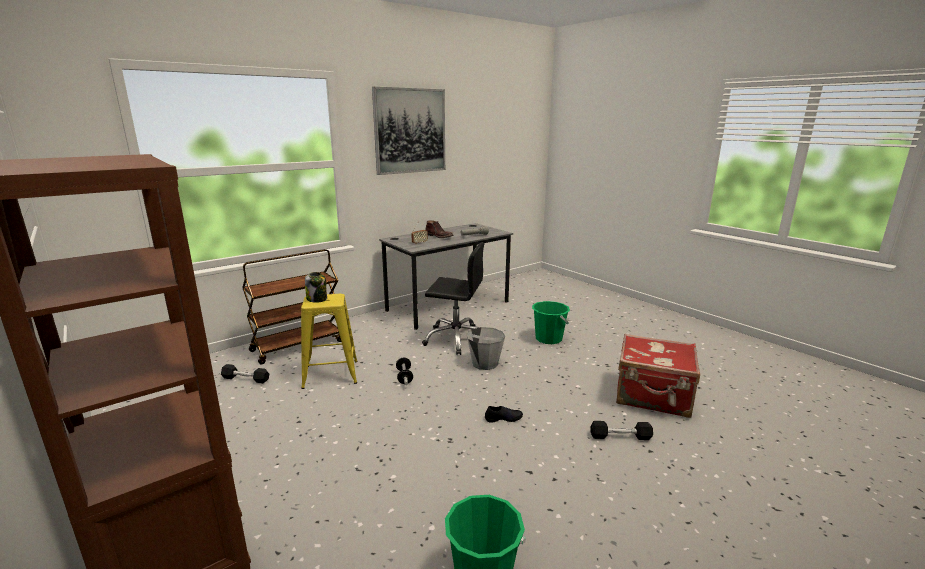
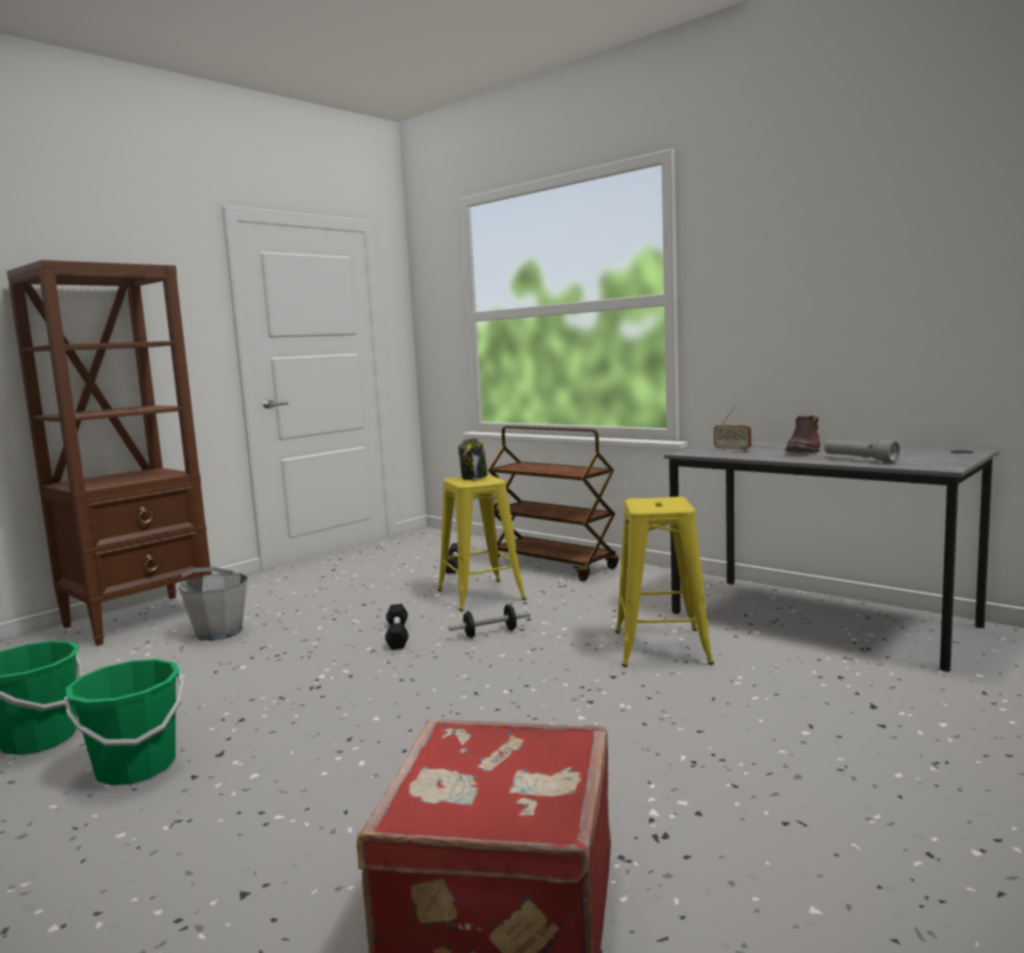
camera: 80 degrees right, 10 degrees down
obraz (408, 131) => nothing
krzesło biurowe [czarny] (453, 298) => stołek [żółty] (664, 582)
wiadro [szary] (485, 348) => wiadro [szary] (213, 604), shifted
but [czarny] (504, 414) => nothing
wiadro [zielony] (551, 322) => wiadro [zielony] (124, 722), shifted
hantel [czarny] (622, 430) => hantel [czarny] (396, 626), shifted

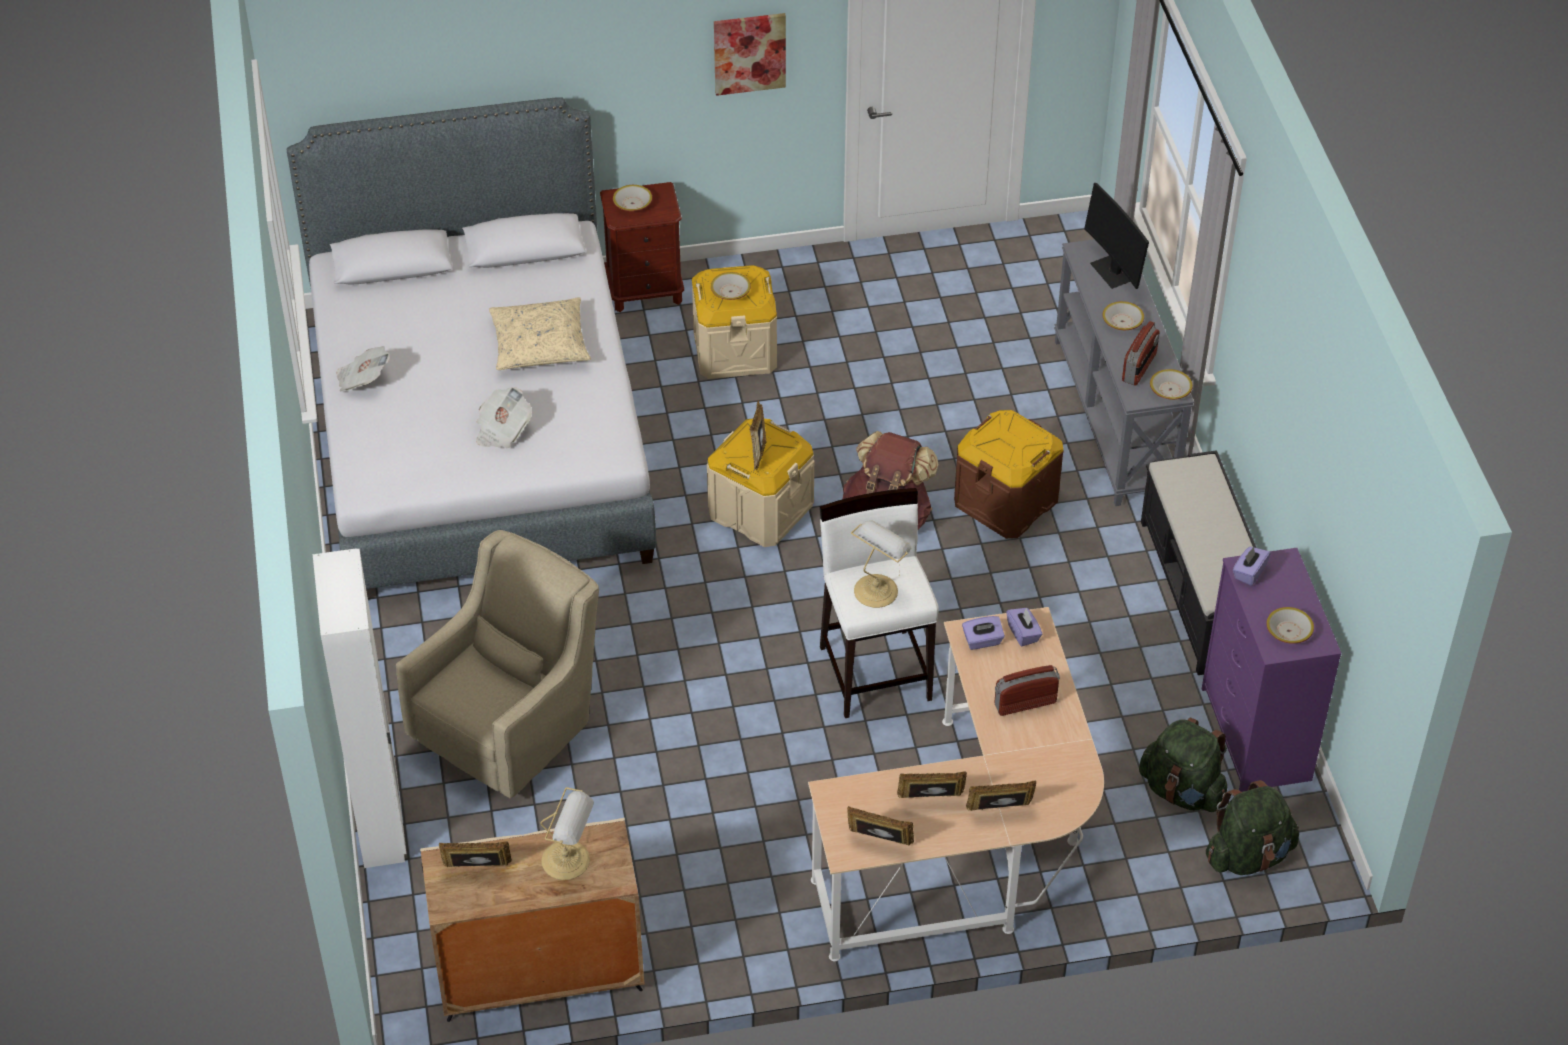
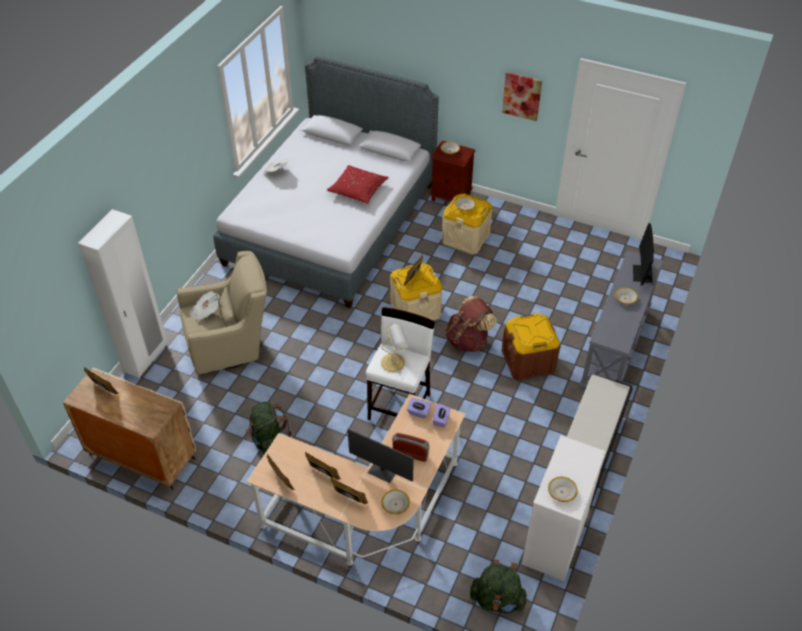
camera: 35 degrees right, 0 degrees up
gazeta (504, 417) => gazeta (204, 306), shifted
poduszka [beżowy] (540, 333) => poduszka [czerwony] (358, 184)
lampa stołowa (567, 833) => nothing
radio (1141, 353) => nothing
plecak [zielony] (1183, 764) => plecak [zielony] (268, 428), shifted
miska (1171, 384) => miska (395, 501), shifted
komoda [fioletowy] (1272, 670) => komoda [biały] (564, 508)
pudełko chusteczek [fioletowy] (1252, 566) => nothing
nothing => monitor (381, 456)

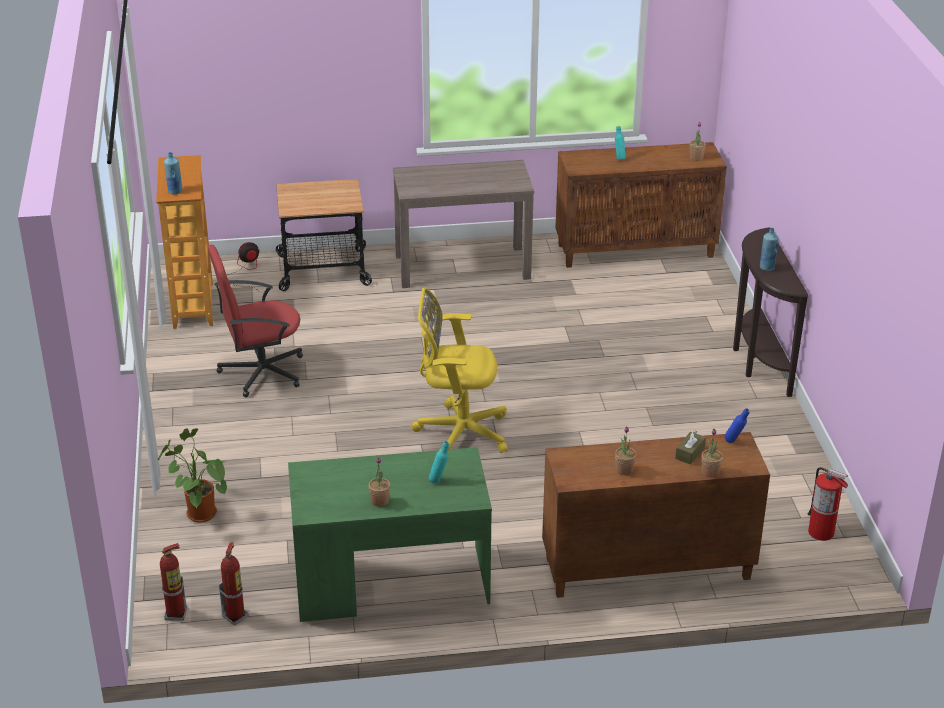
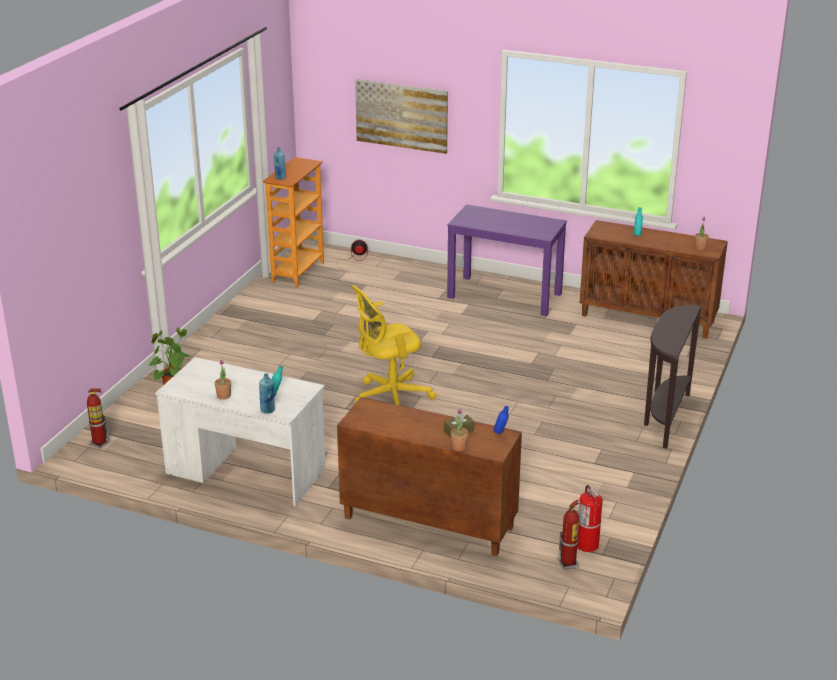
camera: 30 degrees right, 5 degrees down
krzesło biurowe [czerwony] (255, 321) => nothing
gaśnica (234, 583) => gaśnica (568, 535), shifted
wózek (324, 235) => nothing
biurko [zielony] (390, 534) => biurko [biały] (240, 431)
stolik konsolowy [brązowy] (463, 224) => stolik konsolowy [fioletowy] (507, 260)
krzesło biurowe [żółty] (460, 370) => krzesło biurowe [żółty] (394, 345), 60 degrees counterclockwise
roślina doniczkowa (625, 450) => nothing
butelka [niebieski] (769, 249) => butelka [niebieski] (267, 393), shifted
nothing => obraz (401, 116)

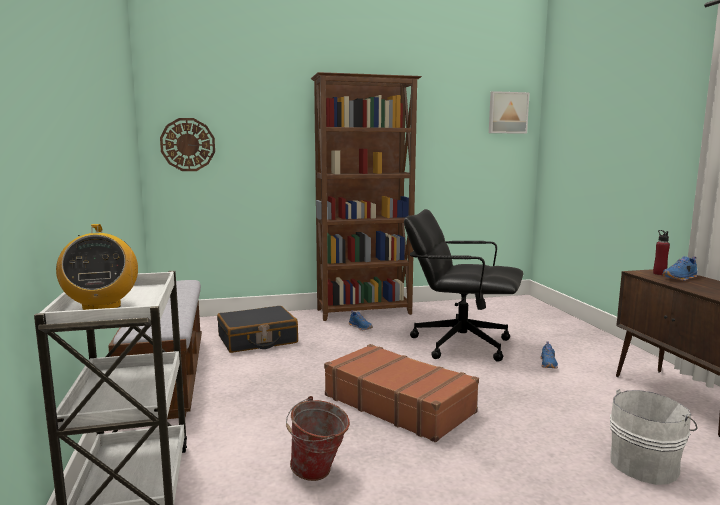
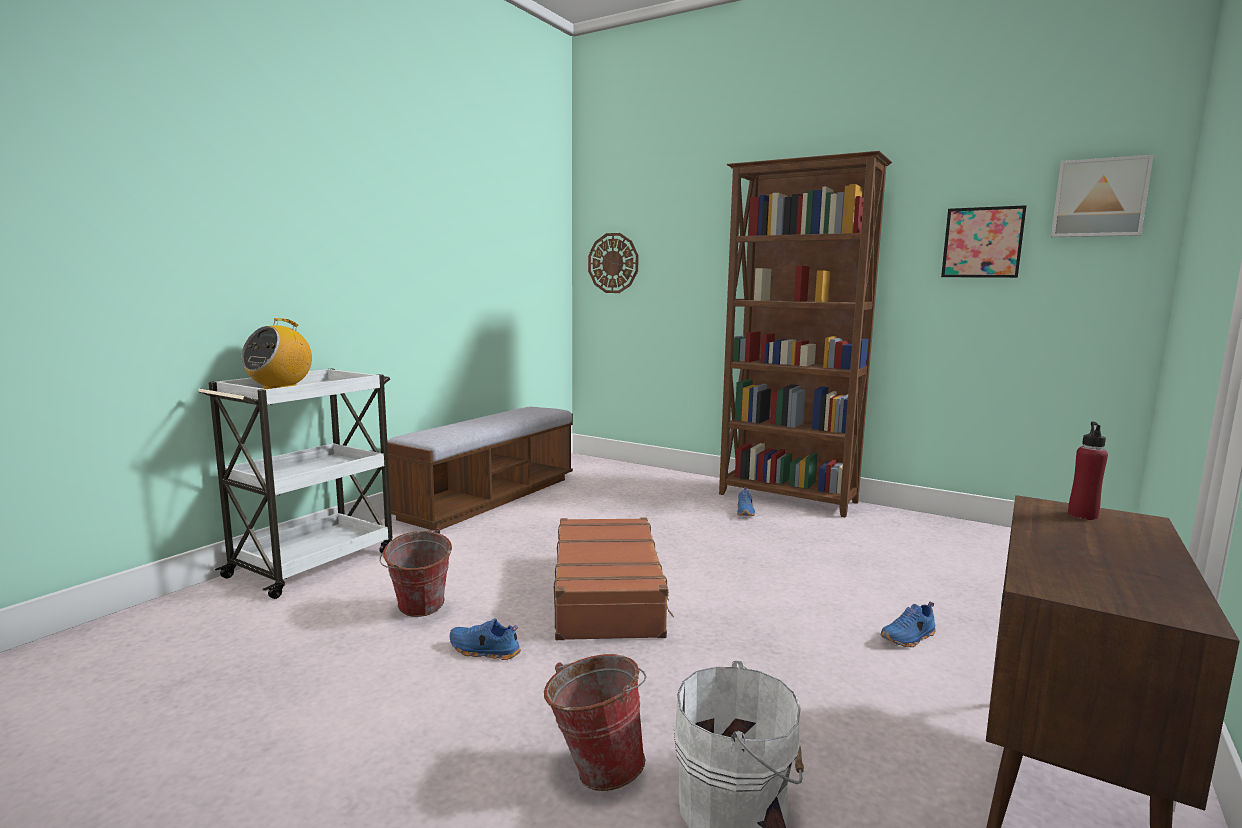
camera: 45 degrees right, 0 degrees up
walizka [czarny] (257, 329) => nothing
krzesło biurowe [czarny] (464, 285) => nothing
but [niebieski] (680, 268) => but [niebieski] (485, 639), shifted
nothing => wiadro (595, 722)
nothing => obraz (984, 241)

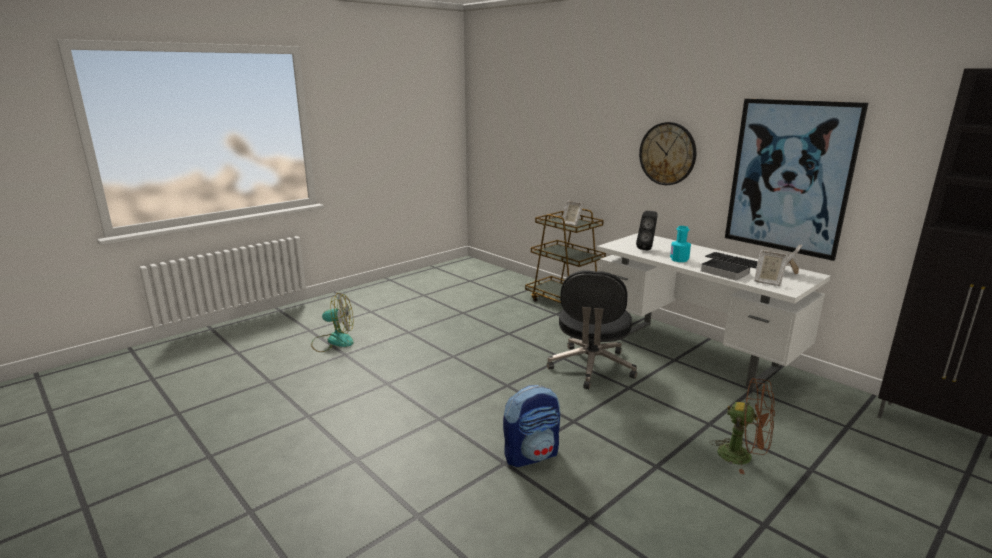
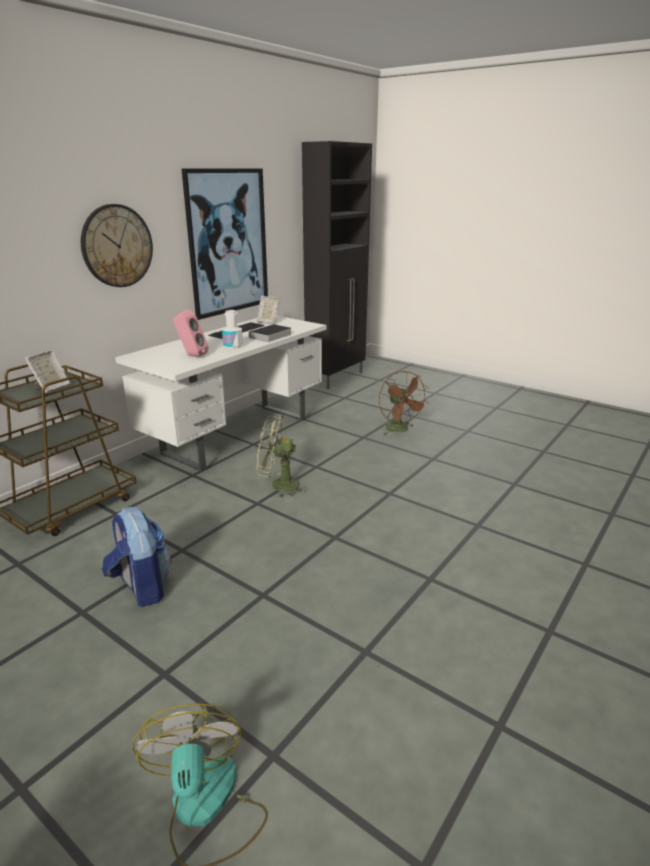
camera: 100 degrees left, 5 degrees up
plecak (531, 426) => plecak (136, 557), shifted
krzesło biurowe [czarny] (592, 329) => wentylator [zielony] (282, 456)
głośnik [czarny] (647, 231) => głośnik [różowy] (191, 333)
butelka [turkusowy] (680, 244) => butelka [biały] (232, 329)
wentylator [brązowy] (742, 426) => wentylator [brązowy] (404, 403), 135 degrees clockwise
ramka na zdjęcie (771, 268) => nothing

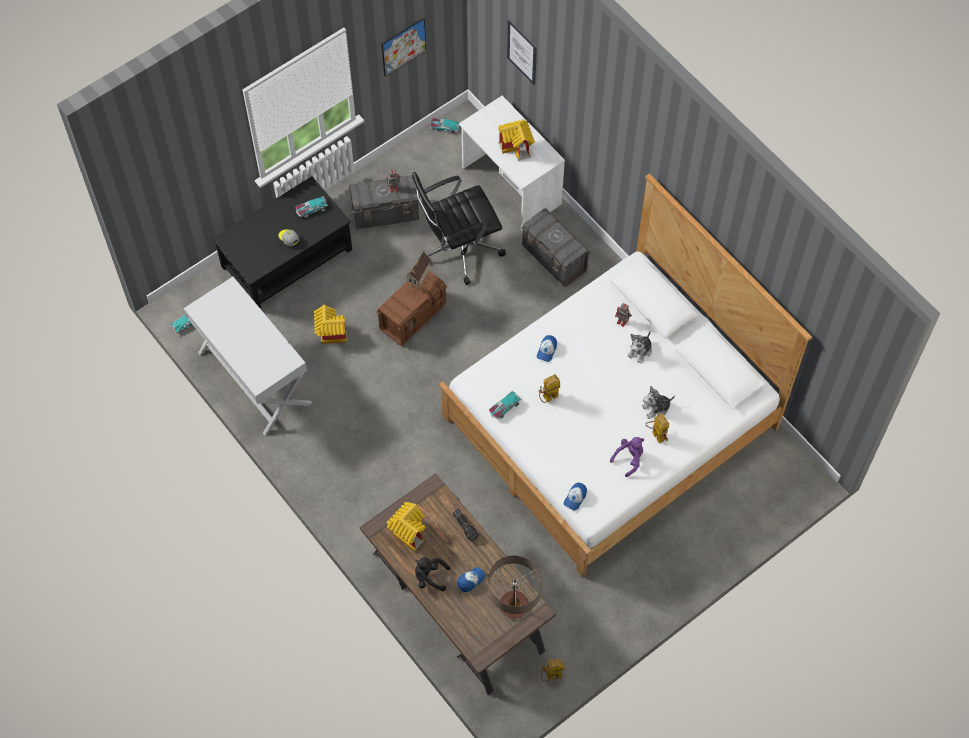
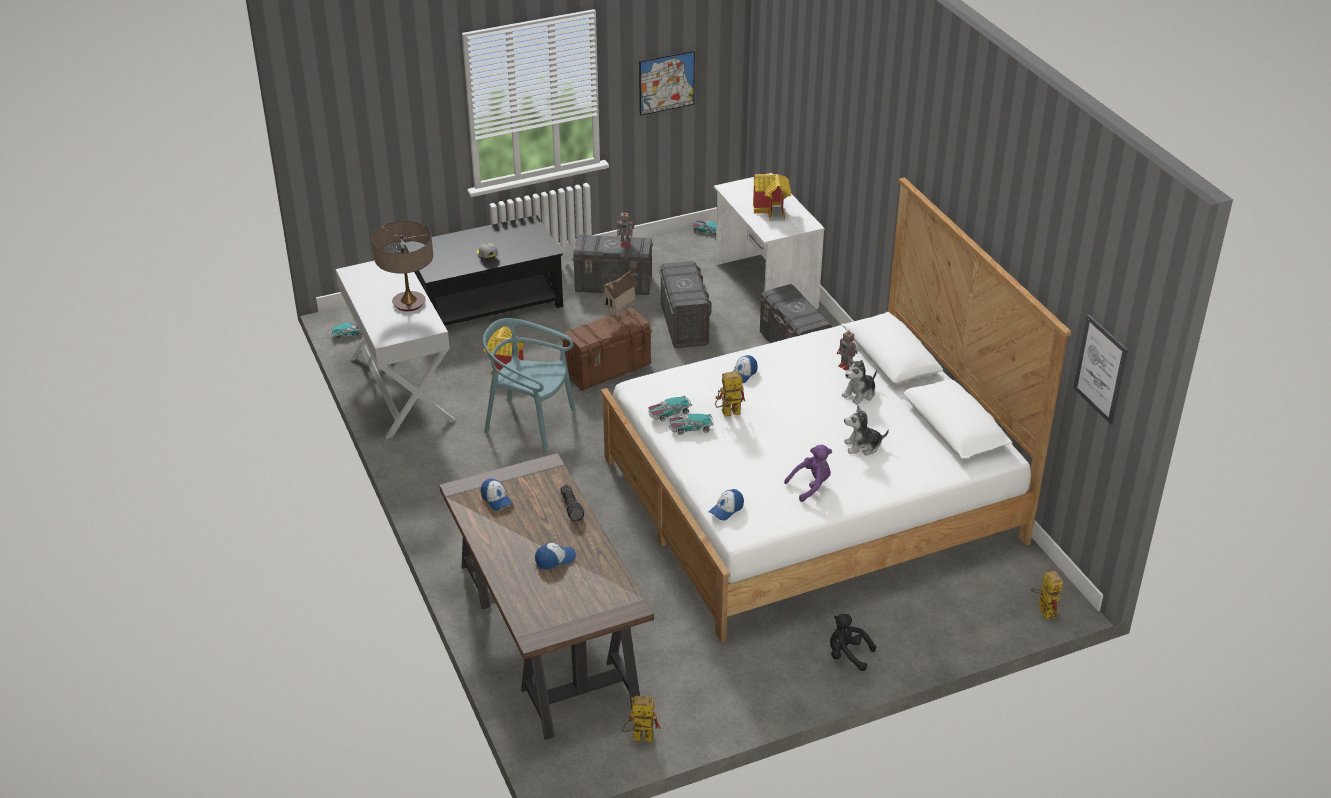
camera: 15 degrees right, 25 degrees down
samochodzik (312, 207) => samochodzik (691, 424), shifted
domek (406, 526) => czapka z daszkiem (497, 494)
krzesło biurowe [czarny] (459, 228) => pojemnik do przechowywania [szary] (685, 304)
pluszak [czarny] (432, 574) => pluszak [czarny] (853, 642), shifted
lampa stołowa (515, 587) => lampa stołowa (402, 266), shifted
obraz (522, 52) => obraz (1100, 369), shifted
robot zabawkowy (657, 428) => robot zabawkowy (1047, 593), shifted
nothing => krzesło [turkusowy] (529, 385)

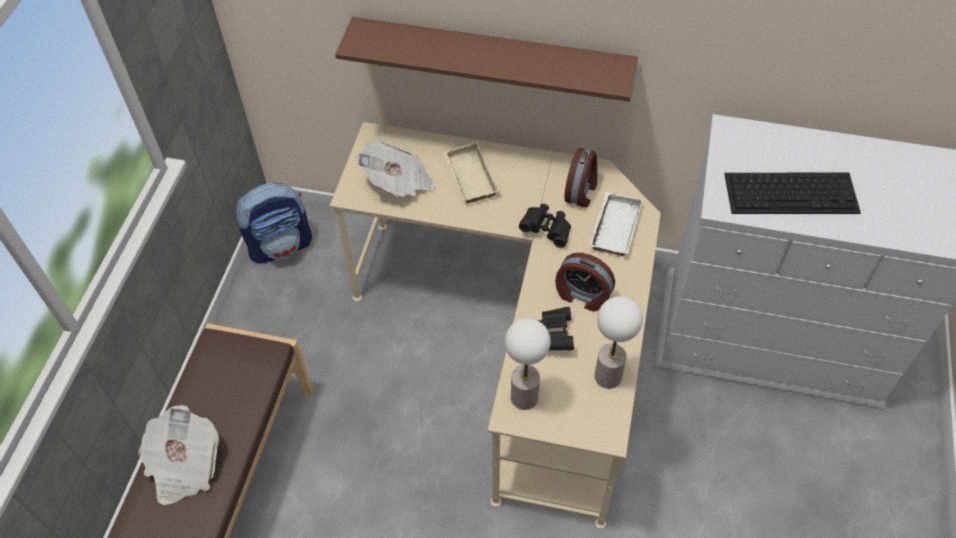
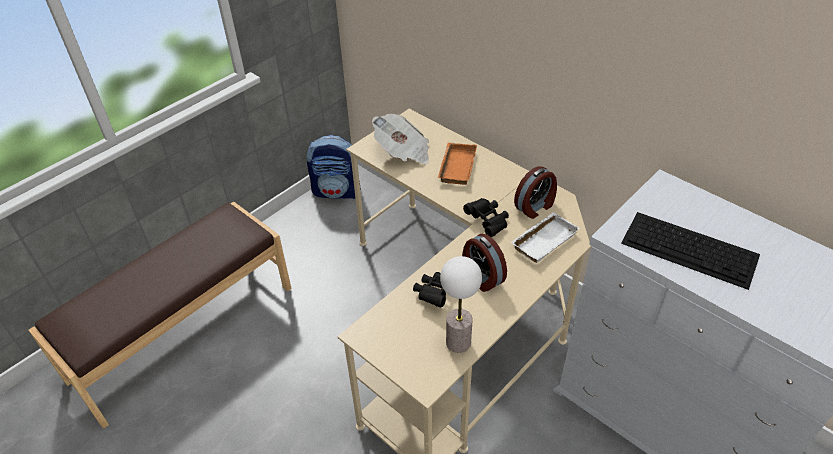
camera: 30 degrees right, 10 degrees down
gazeta (178, 455) => nothing
półka [brązowy] (486, 59) => nothing
taca [beżowy] (471, 172) => taca [pomarańczowy] (457, 164)
lampa stołowa (528, 364) => nothing

